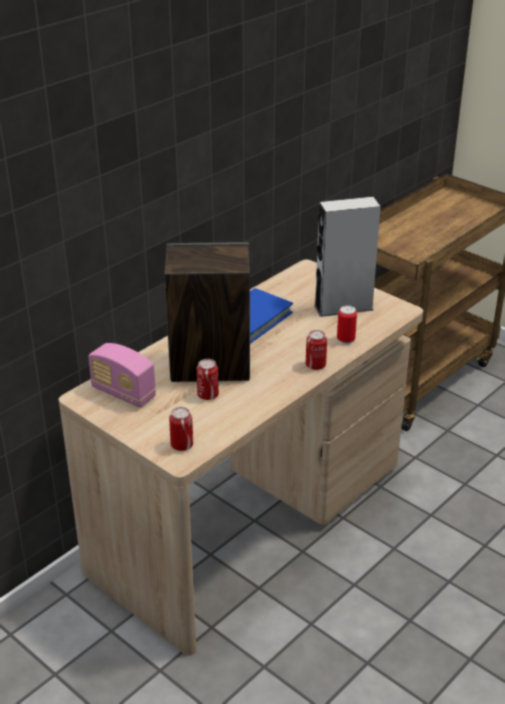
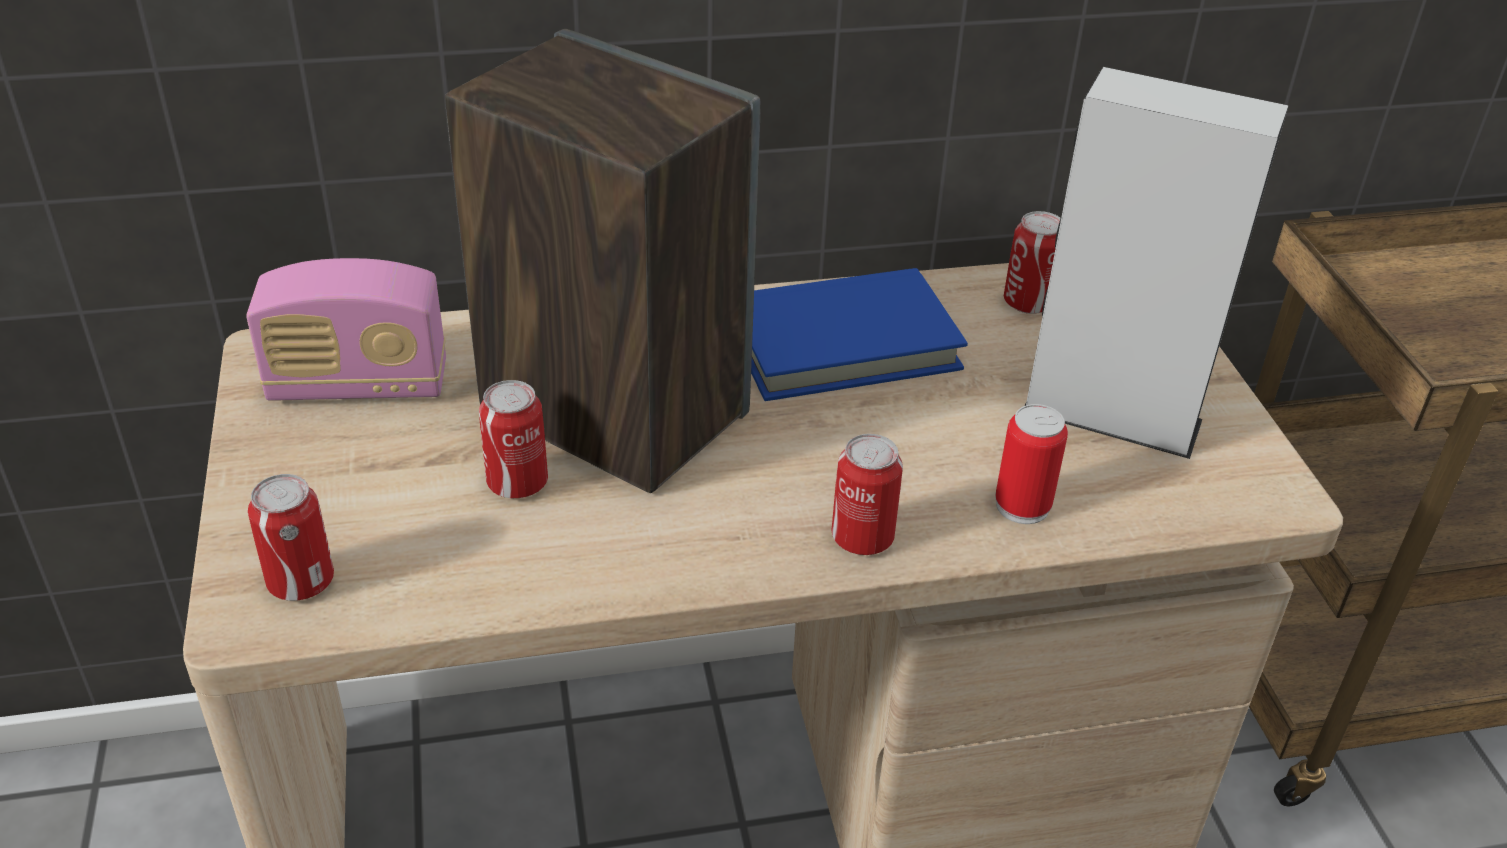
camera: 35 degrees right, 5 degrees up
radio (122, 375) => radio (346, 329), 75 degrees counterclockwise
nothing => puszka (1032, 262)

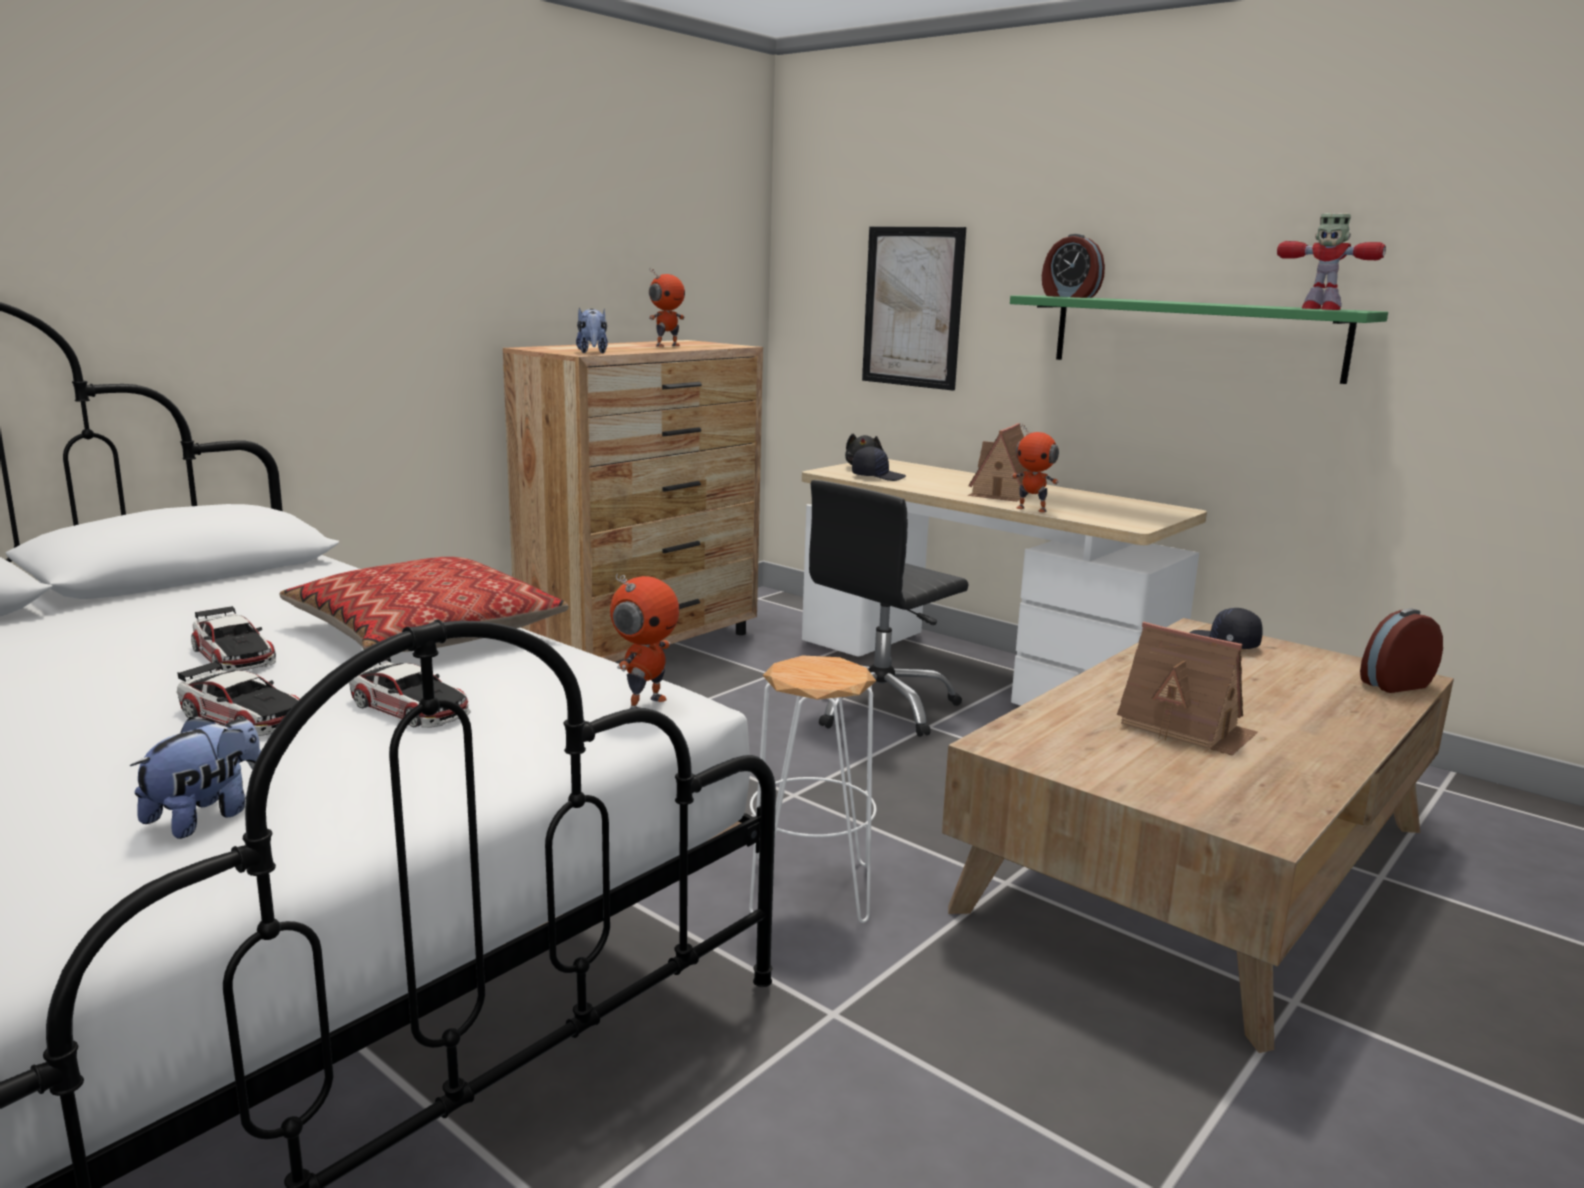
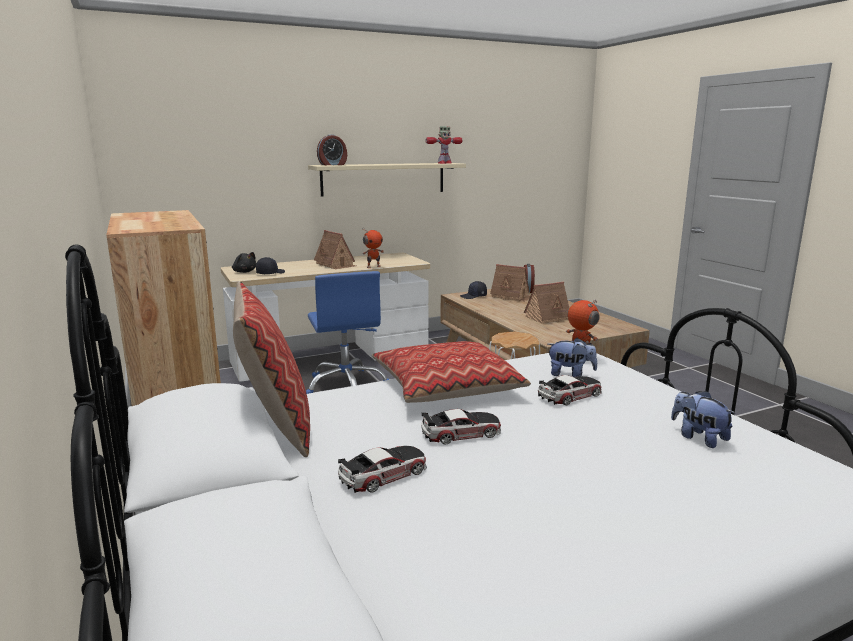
camera: 65 degrees left, 0 degrees up
samochodzik (238, 698) => samochodzik (382, 469), shifted
pluszak (592, 330) => pluszak (572, 357), shifted
robot zabawkowy (667, 307) => nothing
krzesło biurowe [czarny] (889, 608) => krzesło biurowe [niebieski] (348, 332)
obraz (914, 308) => nothing
półka [zielony] (1199, 339) => półka [beżowy] (387, 179)
nothing => poduszka (271, 369)
nothing => domek (510, 283)

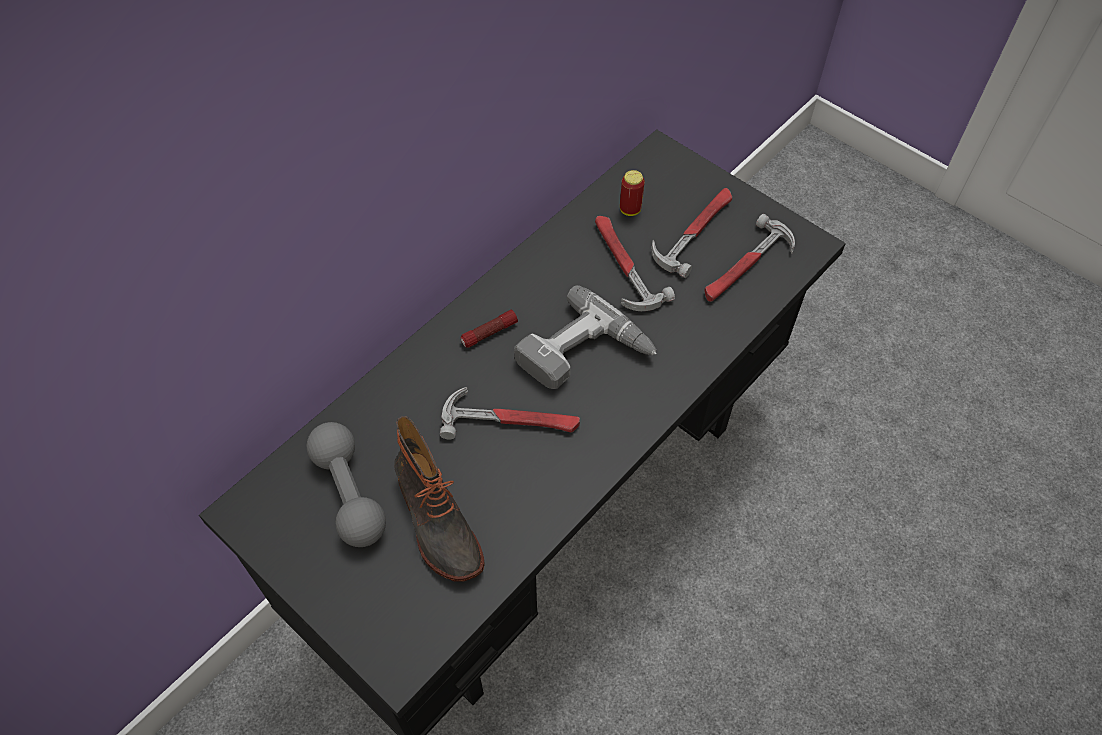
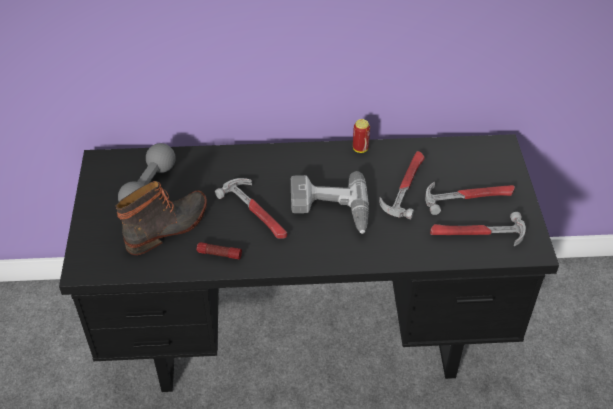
camera: 45 degrees right, 10 degrees down
but z cholewką (439, 499) => but z cholewką (161, 218), 150 degrees counterclockwise
latarka (489, 329) => latarka (219, 251), shifted
puszka (632, 193) => puszka (361, 136), shifted

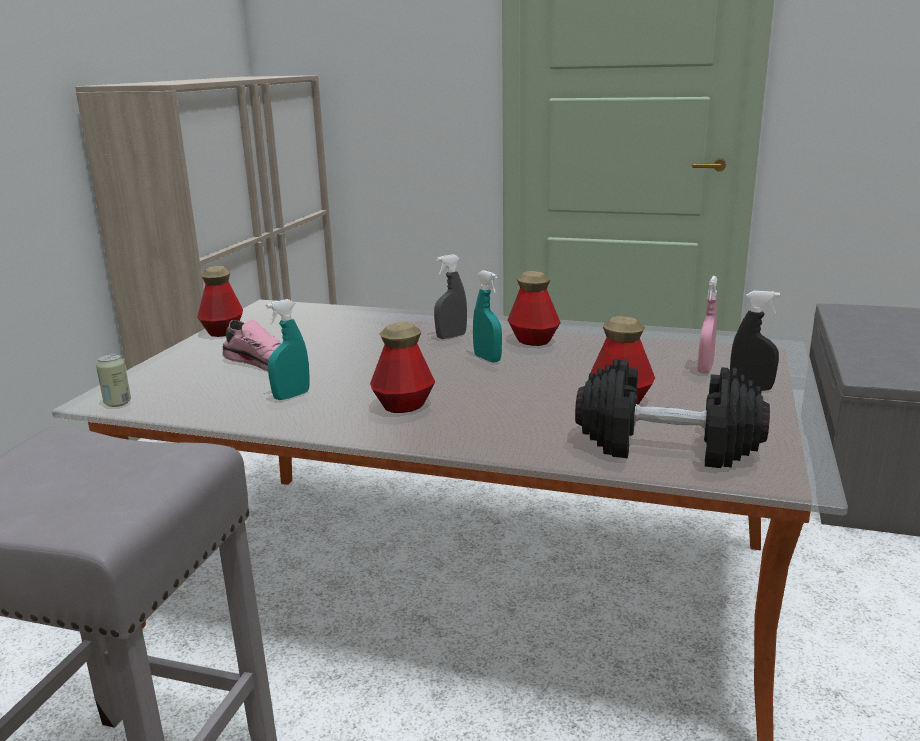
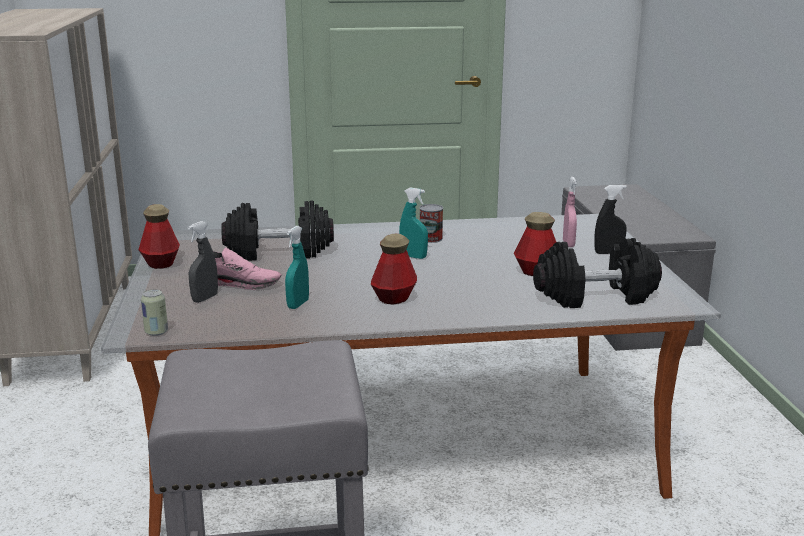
camera: 25 degrees left, 0 degrees up
spryskiwacz [szary] (450, 296) => spryskiwacz [szary] (203, 262), shifted
butelka (534, 308) => puszka (431, 223)
nothing => hantel [czarny] (277, 231)

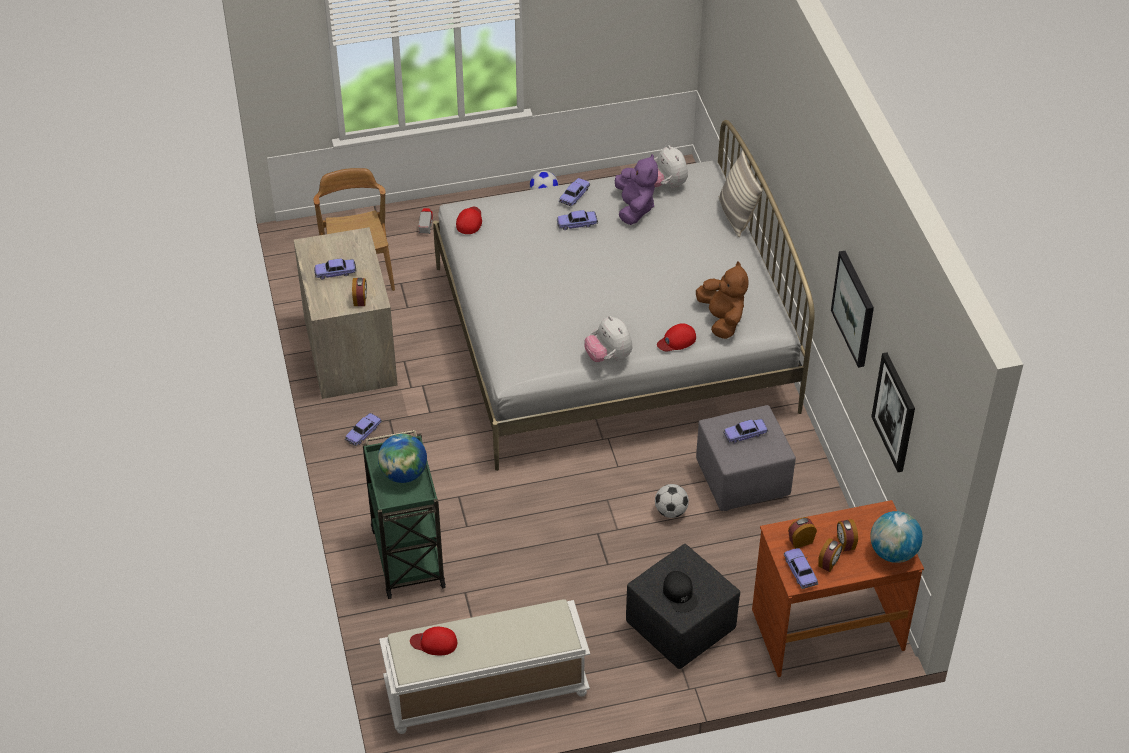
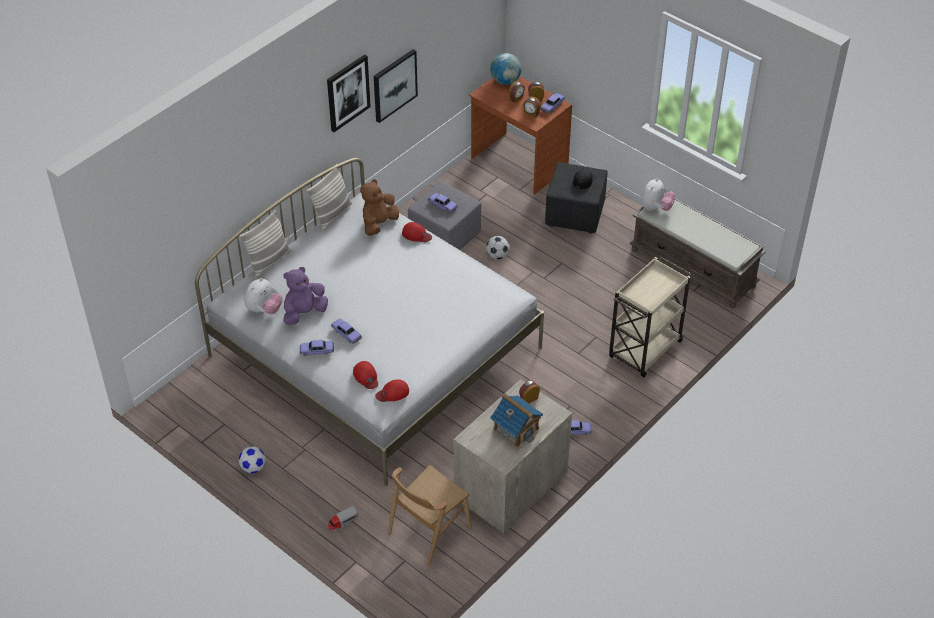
camera: 125 degrees left, 0 degrees up
samochodzik (335, 268) => domek (516, 420)
wózek [zielony] (404, 514) => wózek [beżowy] (650, 317)
globus (402, 458) => nothing
ławka [biały] (484, 666) => ławka [brązowy] (697, 250)
czapka z daszkiem [czerwony] (433, 641) => czapka z daszkiem [czerwony] (365, 375), shifted
pluszak (608, 339) => pluszak (658, 194), shifted
obraz (893, 412) => obraz (349, 93), shifted
nothing => poduszka (329, 197)

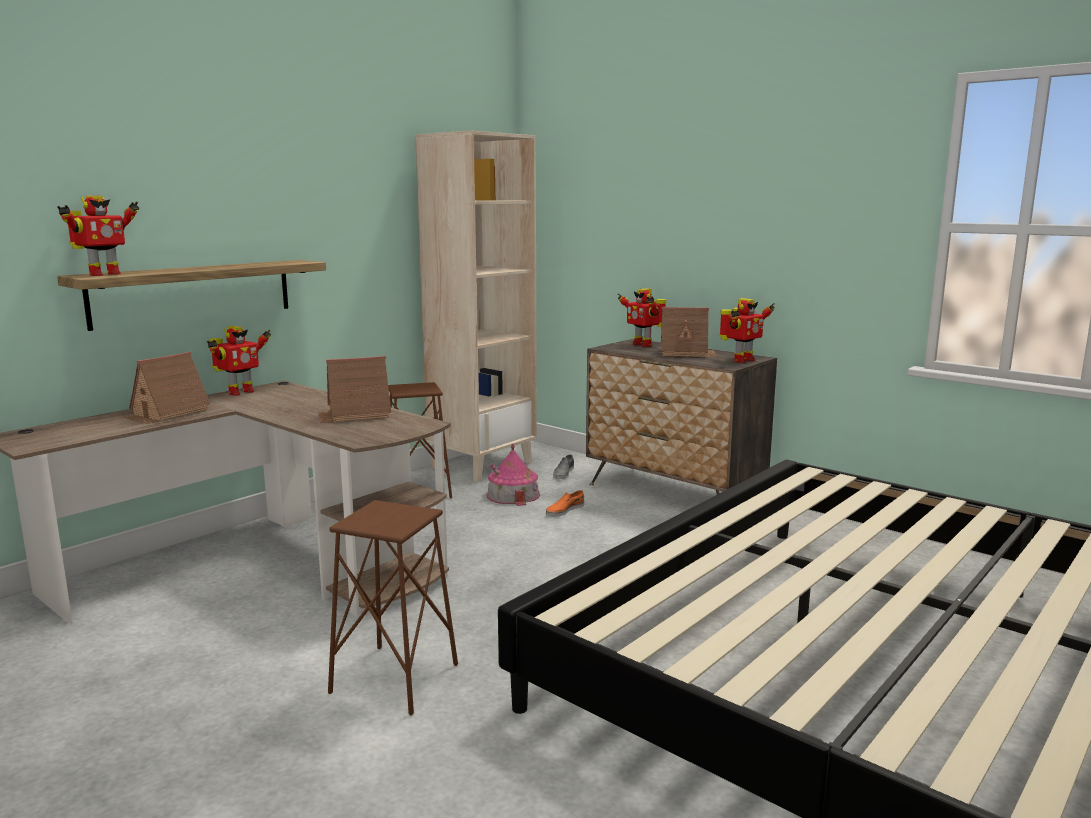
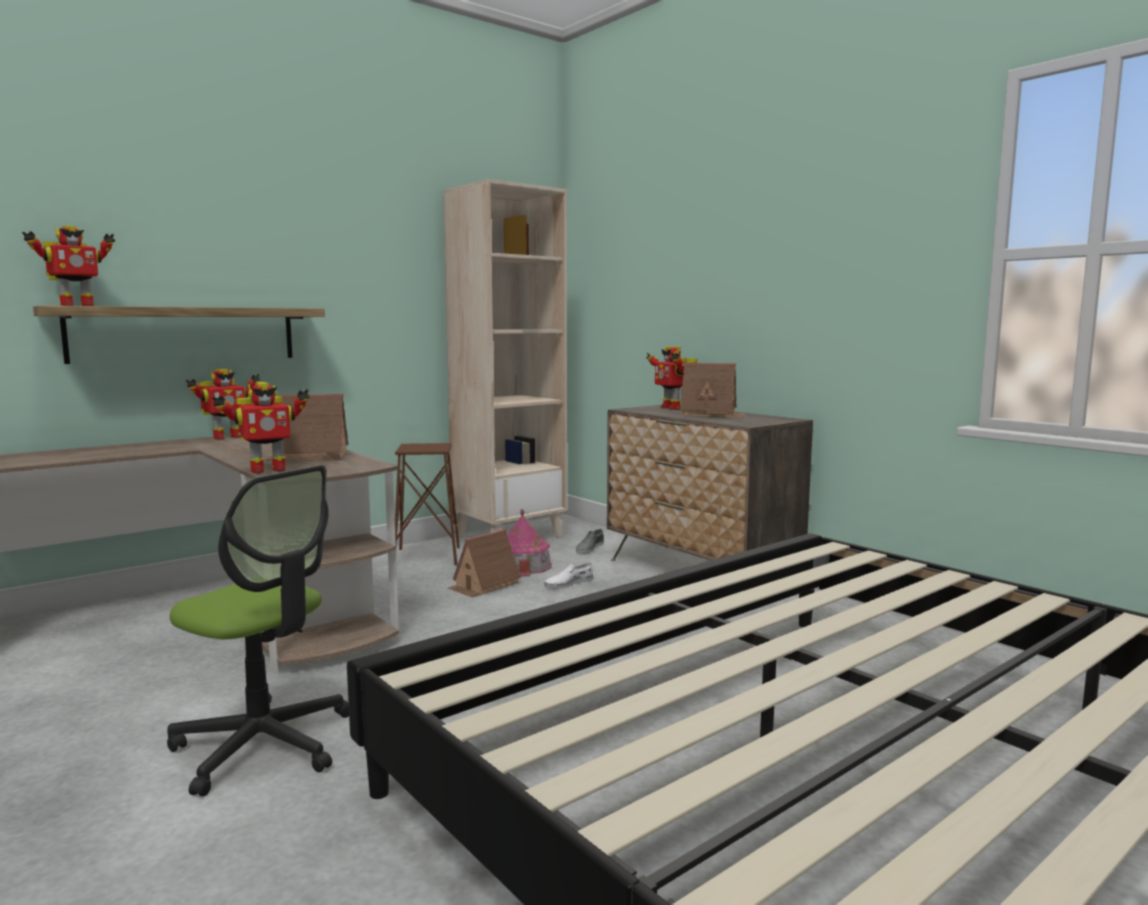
camera: 10 degrees right, 5 degrees down
domek (166, 388) => domek (484, 563), shifted
stołek [brązowy] (393, 608) => krzesło biurowe (258, 630)
but [pomarańczowy] (565, 503) => but [biały] (569, 576)
robot zabawkowy (747, 330) => robot zabawkowy (261, 427), shifted

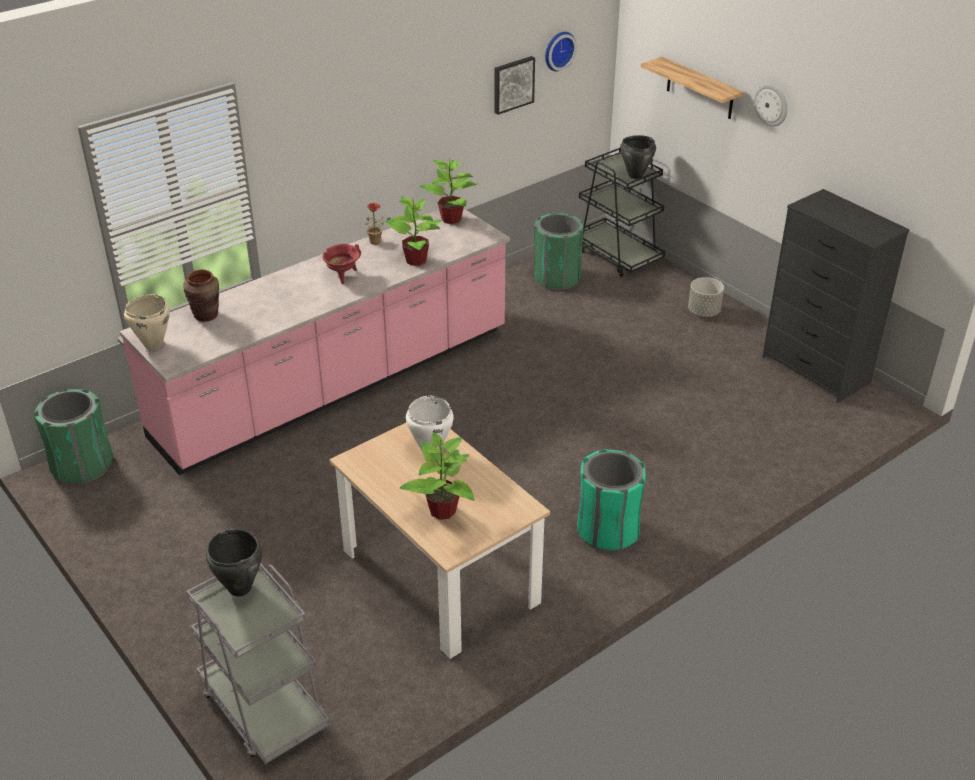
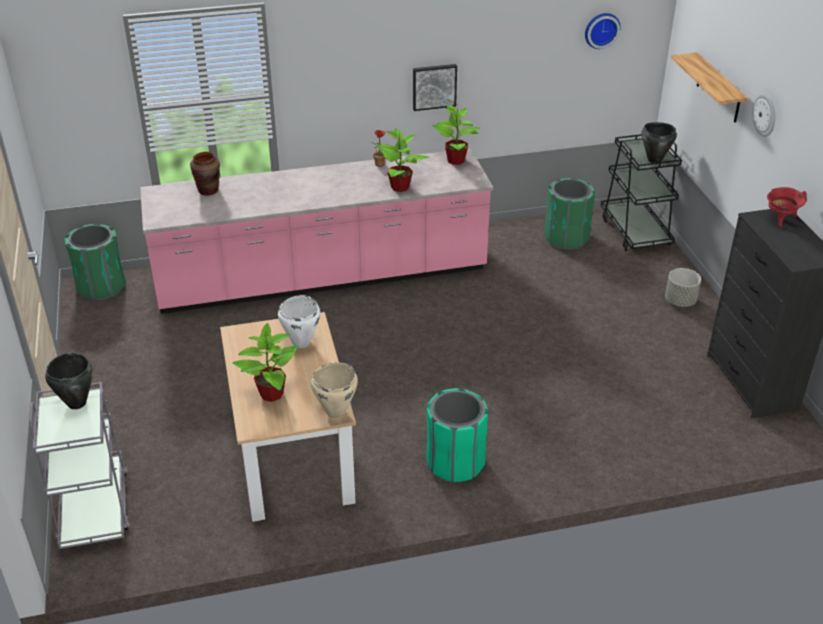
camera: 25 degrees right, 0 degrees up
garnek [beżowy] (147, 322) => garnek [beżowy] (334, 390), shifted
garnek [czerwony] (341, 264) => garnek [czerwony] (787, 207), shifted
obraz (514, 85) => obraz (435, 87), shifted

